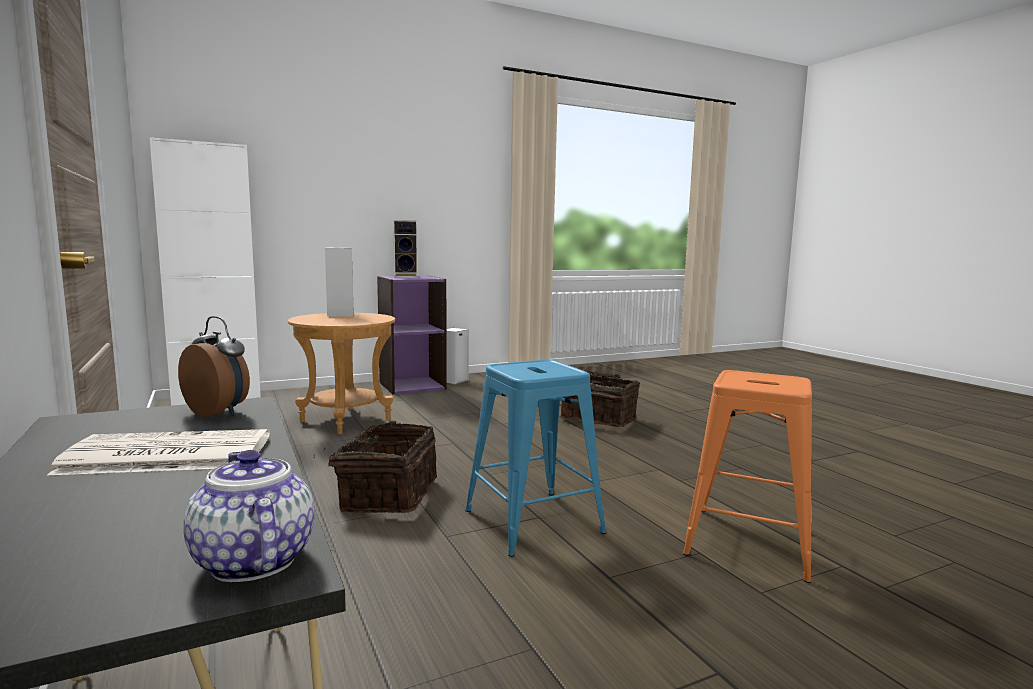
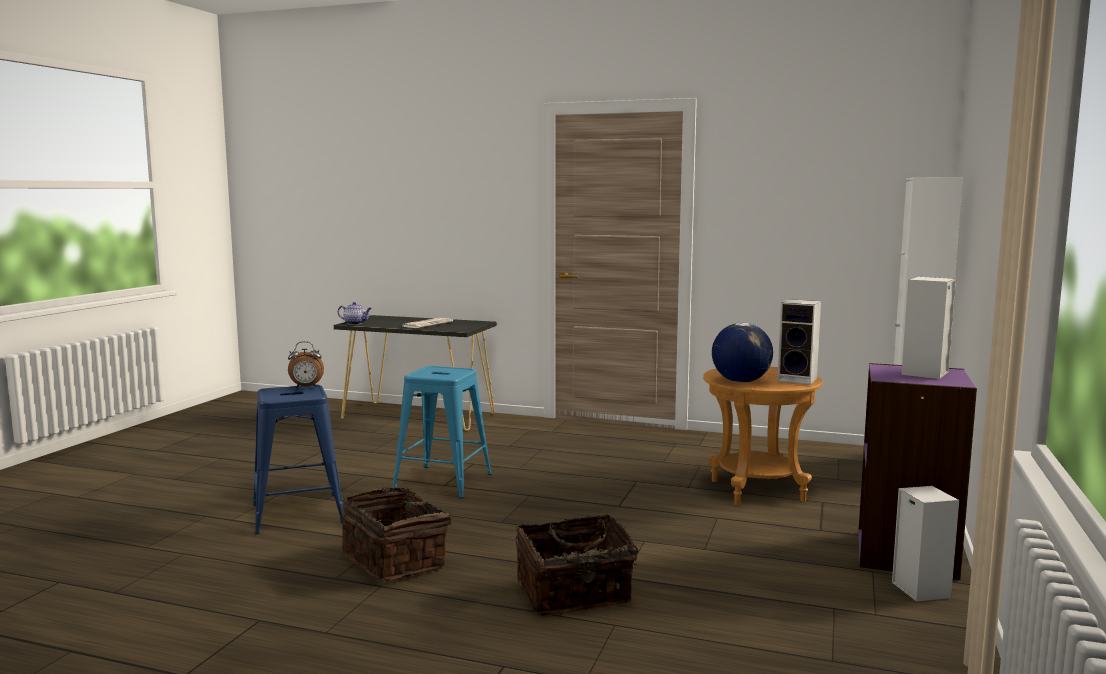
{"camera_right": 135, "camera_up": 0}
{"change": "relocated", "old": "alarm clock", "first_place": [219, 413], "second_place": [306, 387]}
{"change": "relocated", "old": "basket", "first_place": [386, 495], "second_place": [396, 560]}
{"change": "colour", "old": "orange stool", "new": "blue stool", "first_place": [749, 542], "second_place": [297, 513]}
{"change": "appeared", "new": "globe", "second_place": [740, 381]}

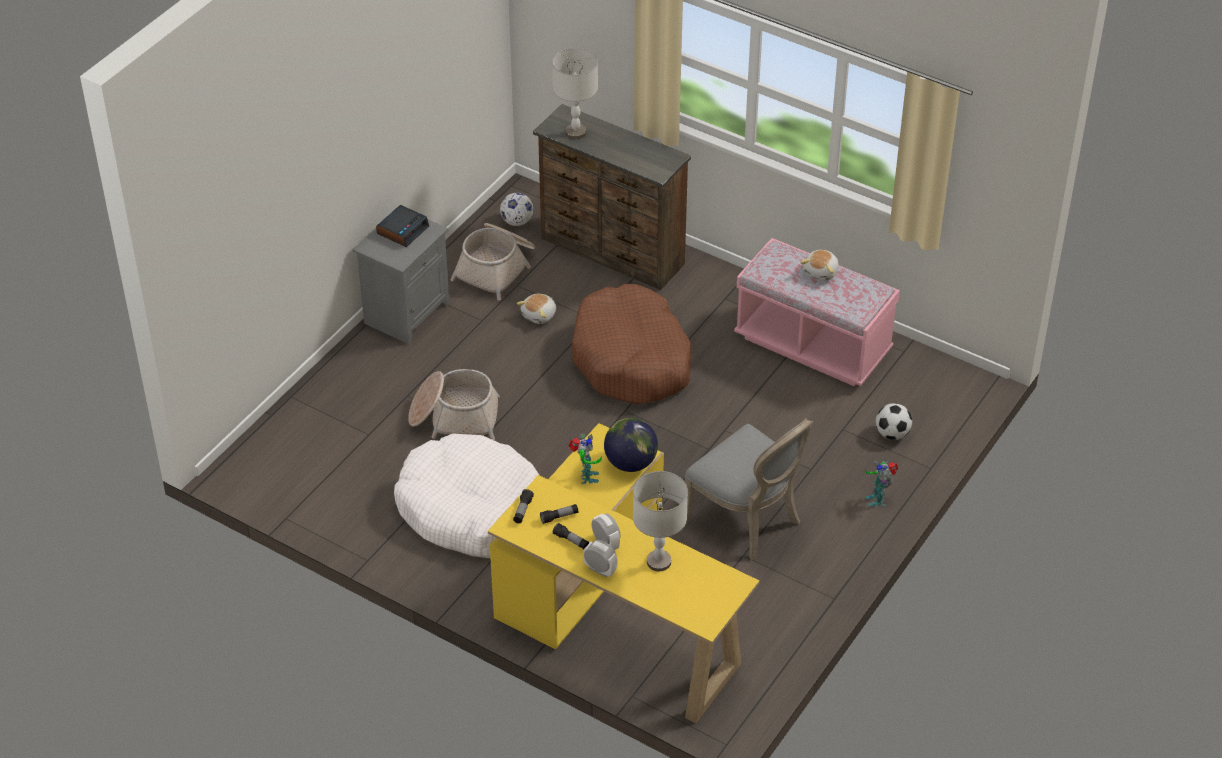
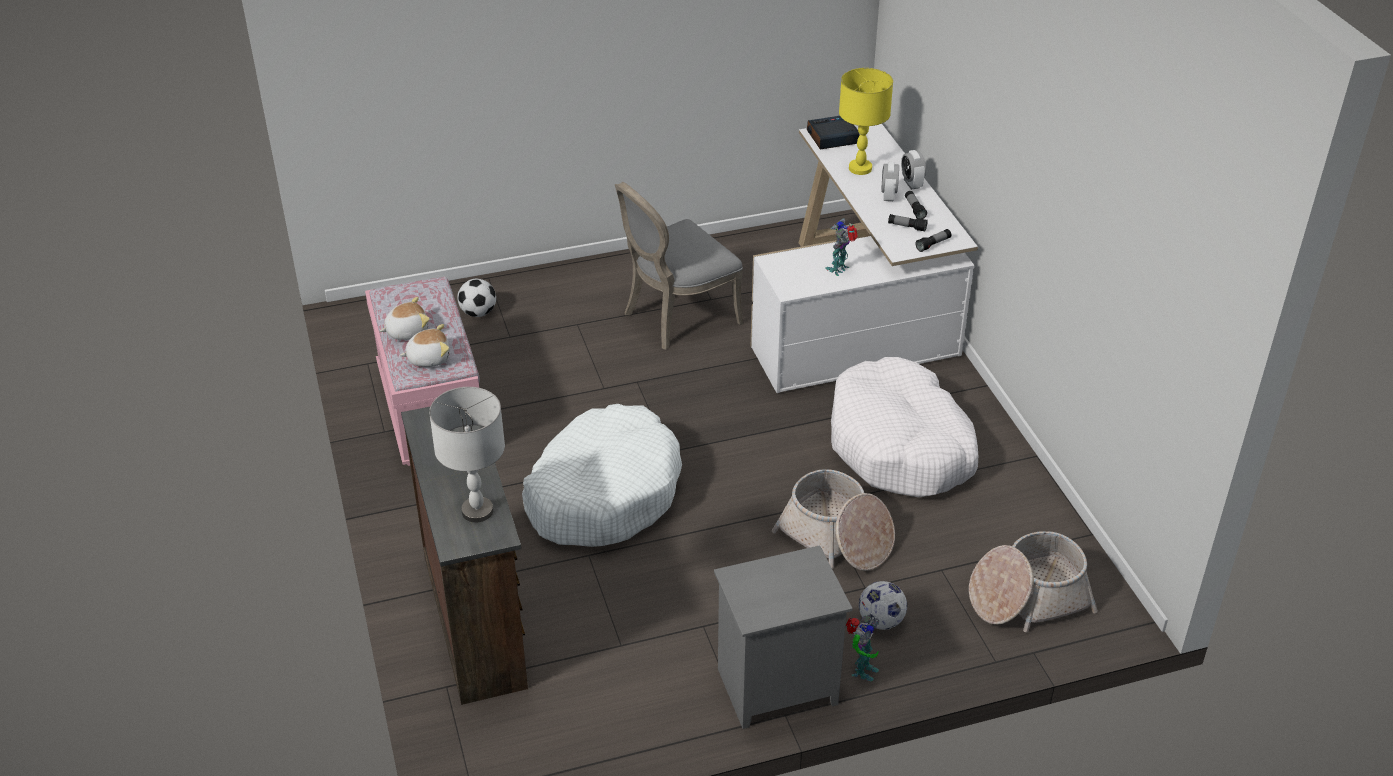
{"camera_right": -140, "camera_up": -5}
{"change": "relocated", "old": "alarm clock", "first_place": [402, 230], "second_place": [832, 138]}
{"change": "relocated", "old": "basket", "first_place": [497, 268], "second_place": [1027, 598]}
{"change": "colour", "old": "yellow desk", "new": "white desk", "first_place": [615, 614], "second_place": [857, 313]}
{"change": "relocated", "old": "football", "first_place": [517, 221], "second_place": [880, 621]}
{"change": "relocated", "old": "plush toy", "first_place": [539, 315], "second_place": [428, 358]}
{"change": "colour", "old": "brown dog bed", "new": "white dog bed", "first_place": [632, 359], "second_place": [603, 493]}
{"change": "missing", "old": "globe", "first_place": [630, 463]}
{"change": "colour", "old": "grey table lamp", "new": "yellow table lamp", "first_place": [658, 561], "second_place": [860, 169]}
{"change": "spun", "old": "grey chair", "first_place": [748, 521], "second_place": [676, 317], "degrees": -120}
{"change": "relocated", "old": "toy robot", "first_place": [877, 499], "second_place": [861, 670]}

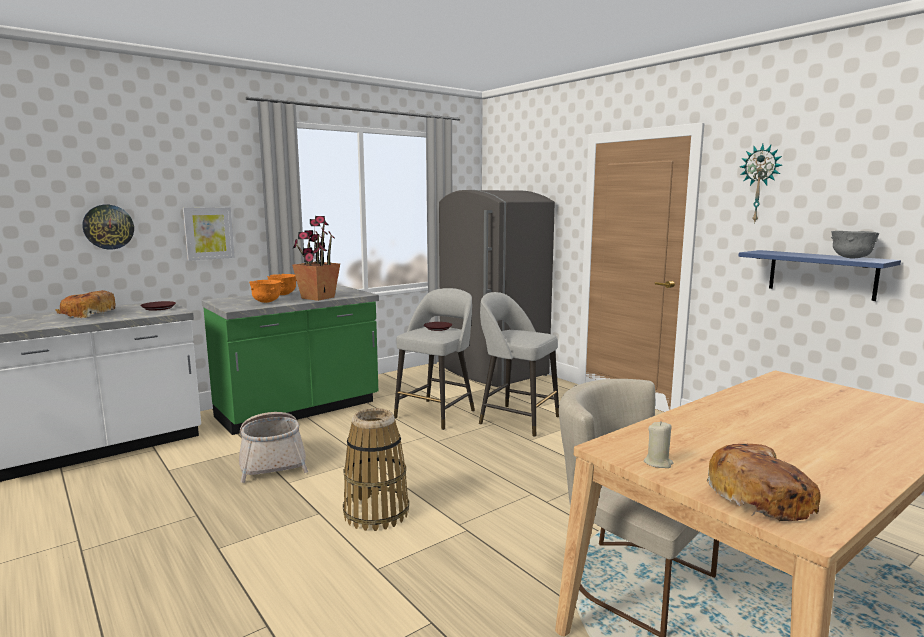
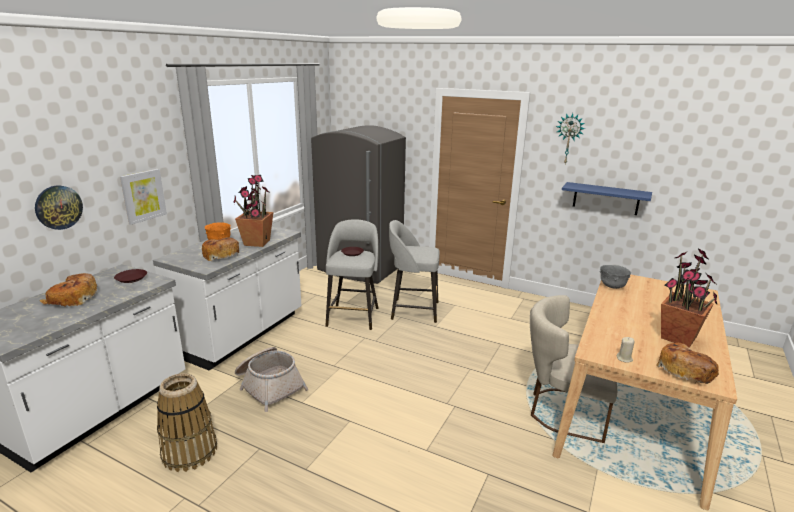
{"camera_right": -25, "camera_up": 10}
{"change": "colour", "old": "green counter", "new": "white counter", "first_place": [299, 410], "second_place": [242, 334]}
{"change": "exchanged", "old": "orange bowl", "new": "bread", "first_place": [266, 302], "second_place": [220, 255]}
{"change": "relocated", "old": "basket", "first_place": [376, 513], "second_place": [190, 452]}
{"change": "relocated", "old": "grey bowl", "first_place": [851, 258], "second_place": [612, 286]}
{"change": "appeared", "new": "potted plant", "second_place": [678, 338]}

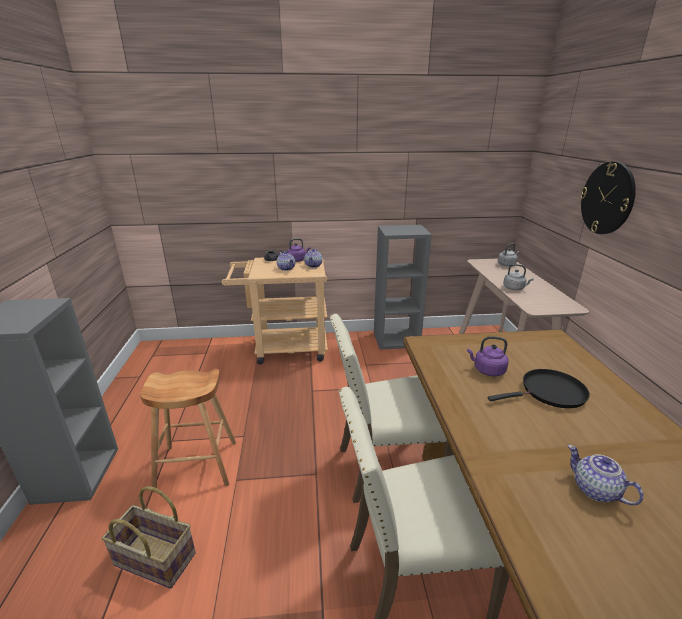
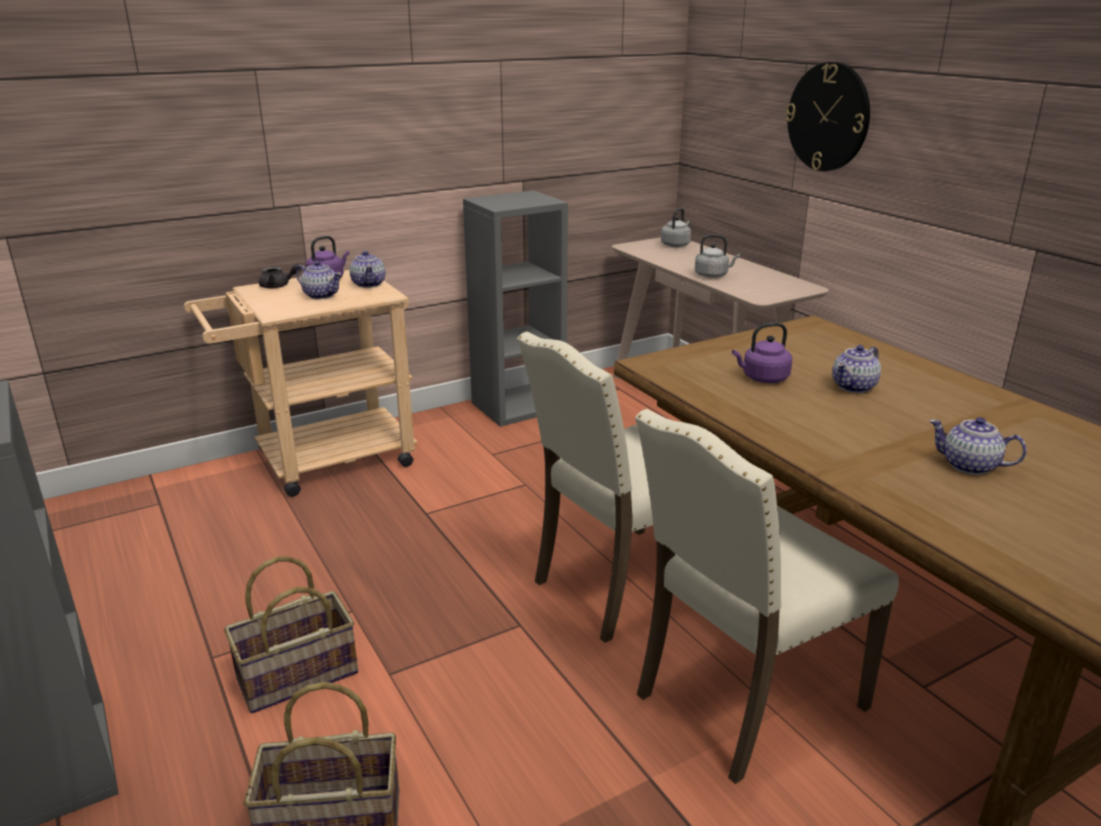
{"camera_right": -25, "camera_up": 0}
{"change": "exchanged", "old": "brown stool", "new": "basket", "first_place": [197, 465], "second_place": [297, 677]}
{"change": "exchanged", "old": "black frying pan", "new": "teapot", "first_place": [549, 392], "second_place": [854, 387]}

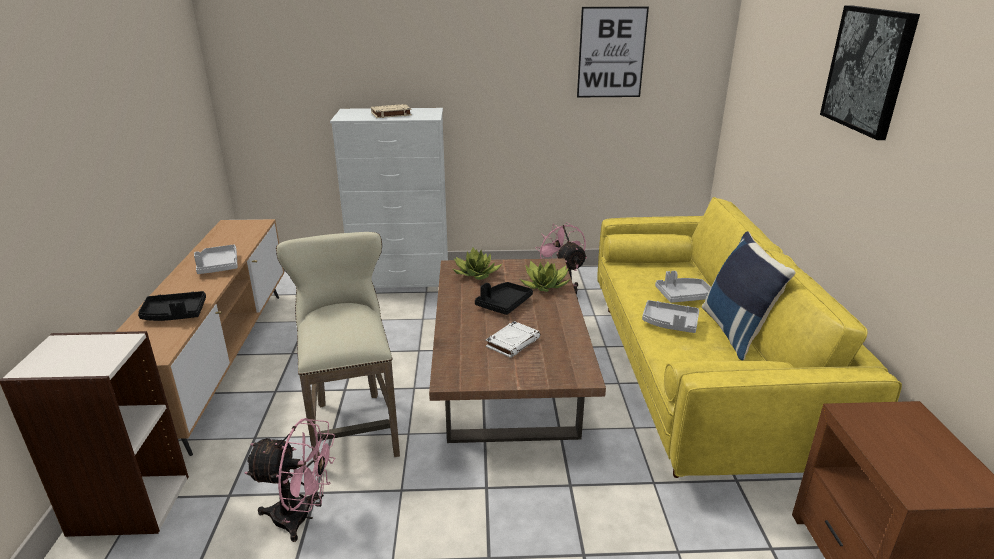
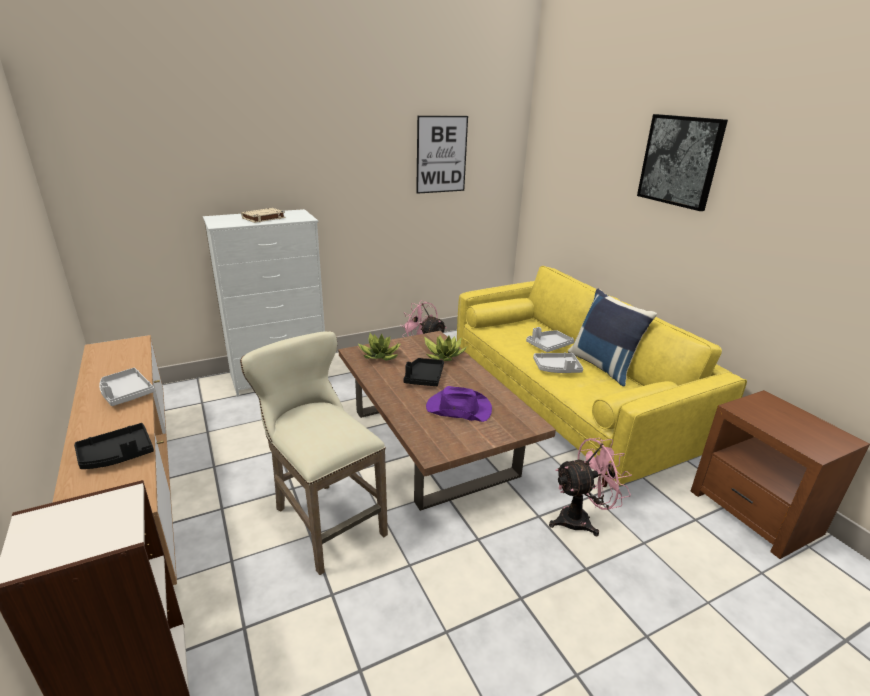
{"camera_right": -25, "camera_up": 0}
{"change": "relocated", "old": "pink fan", "first_place": [301, 517], "second_place": [581, 519]}
{"change": "exchanged", "old": "white book", "new": "purple hat", "first_place": [513, 342], "second_place": [458, 408]}

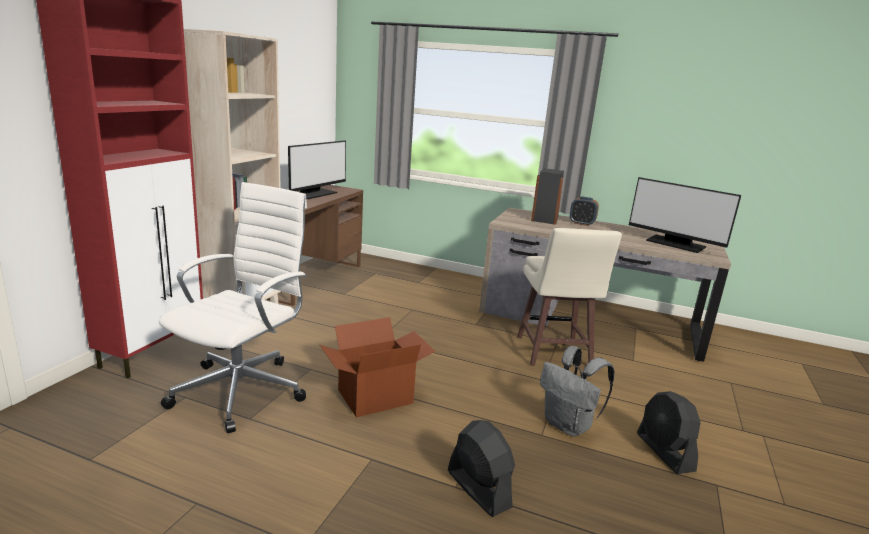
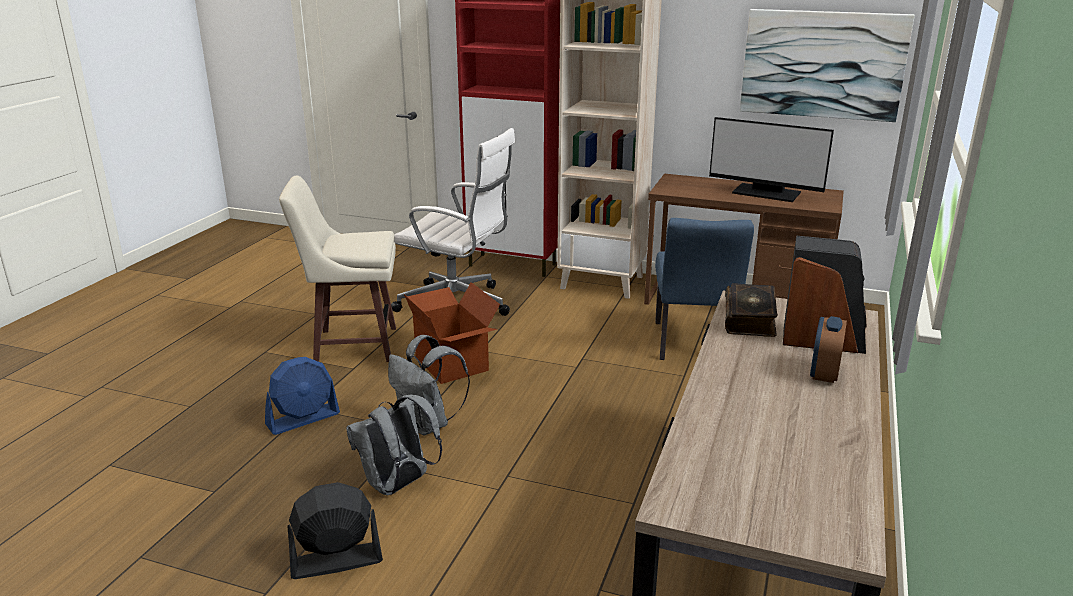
{"camera_right": 90, "camera_up": 5}
{"change": "colour", "old": "black fan", "new": "blue fan", "first_place": [478, 488], "second_place": [303, 419]}
{"change": "relocated", "old": "beige stool", "first_place": [553, 353], "second_place": [352, 345]}
{"change": "missing", "old": "monitor", "first_place": [675, 244]}
{"change": "appeared", "new": "grey backpack", "second_place": [428, 424]}
{"change": "appeared", "new": "blue chair", "second_place": [693, 346]}
{"change": "appeared", "new": "book", "second_place": [750, 319]}
{"change": "appeared", "new": "picture", "second_place": [822, 64]}

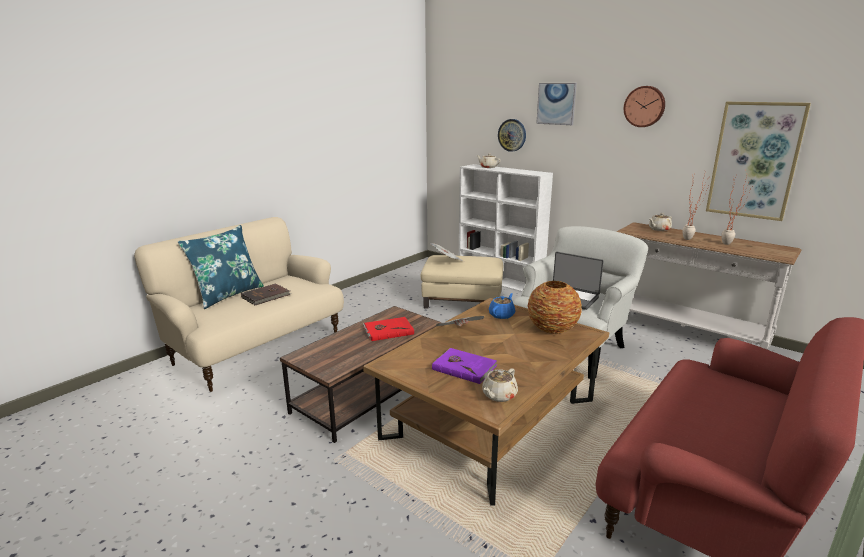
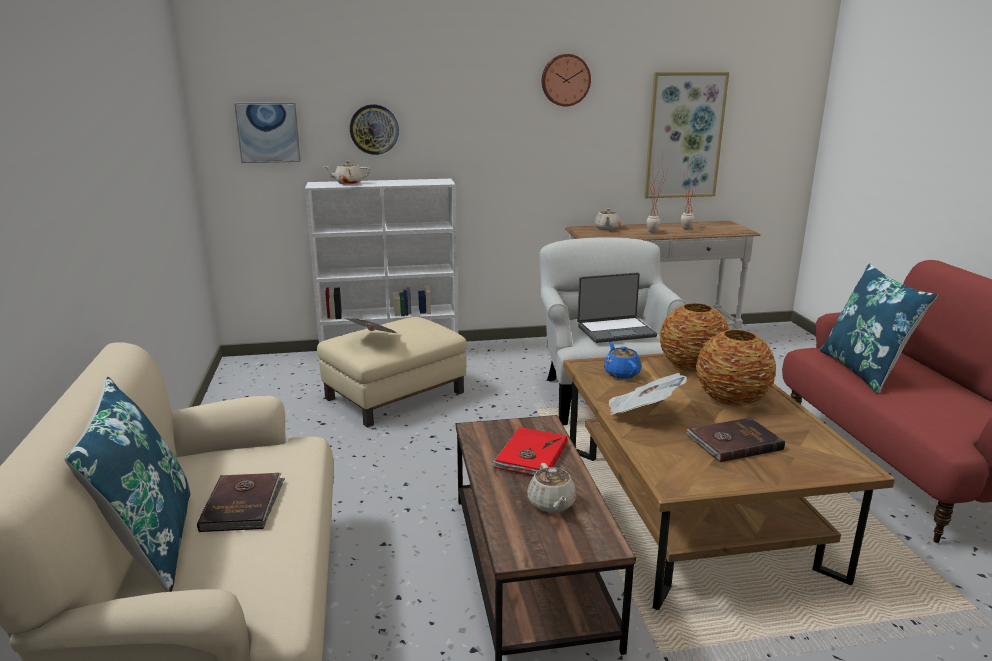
{"camera_right": -50, "camera_up": 0}
{"change": "colour", "old": "purple book", "new": "brown book", "first_place": [464, 367], "second_place": [733, 442]}
{"change": "relocated", "old": "beige teapot", "first_place": [499, 395], "second_place": [551, 504]}
{"change": "relocated", "old": "picture", "first_place": [556, 103], "second_place": [268, 132]}
{"change": "appeared", "new": "vase", "second_place": [731, 399]}
{"change": "appeared", "new": "blue pillow", "second_place": [864, 370]}

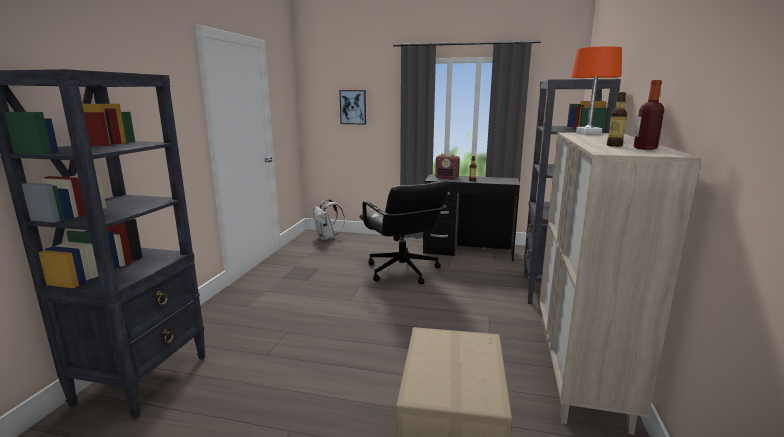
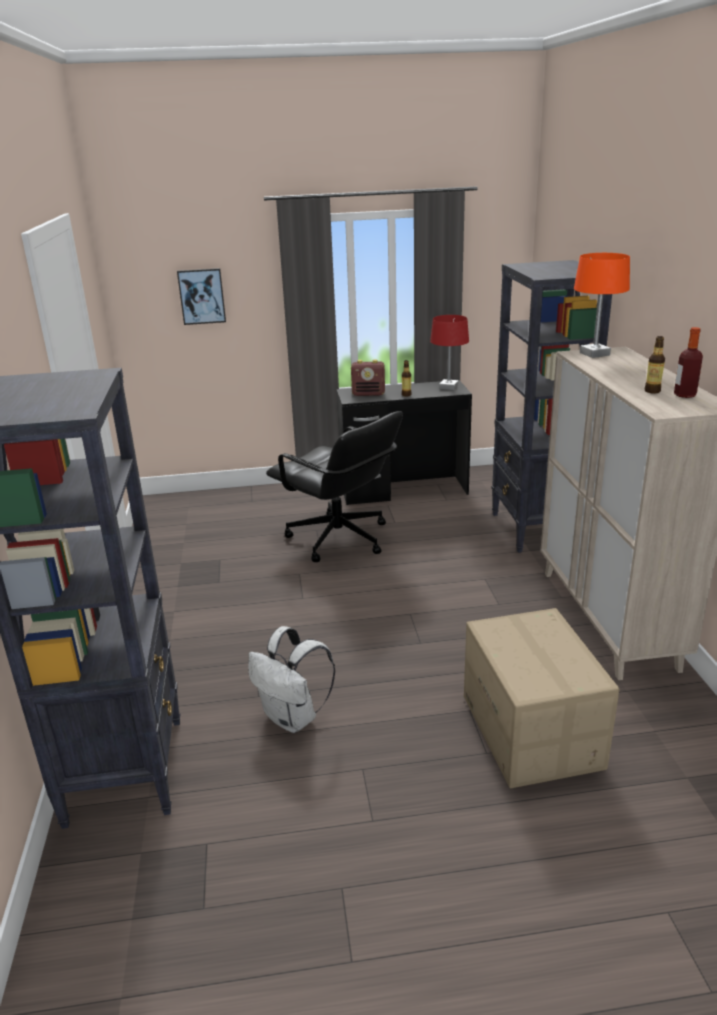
{"camera_right": -20, "camera_up": 10}
{"change": "relocated", "old": "white backpack", "first_place": [327, 238], "second_place": [293, 718]}
{"change": "appeared", "new": "red table lamp", "second_place": [449, 387]}

